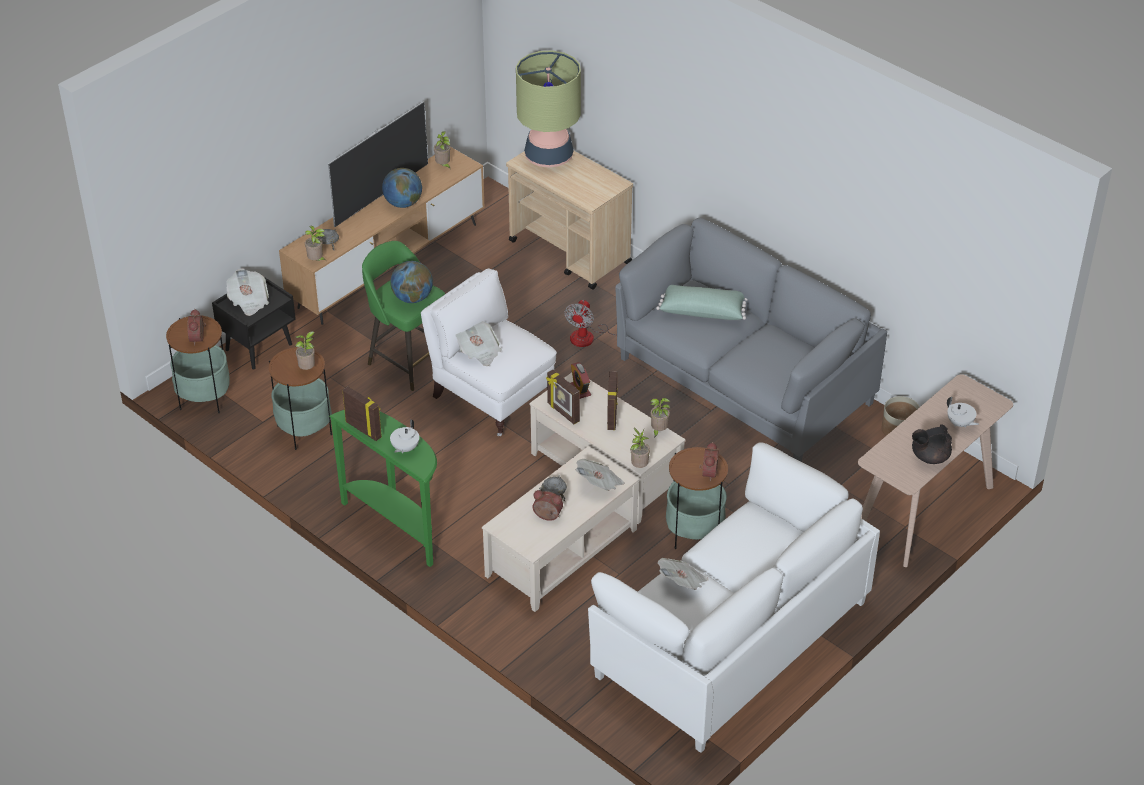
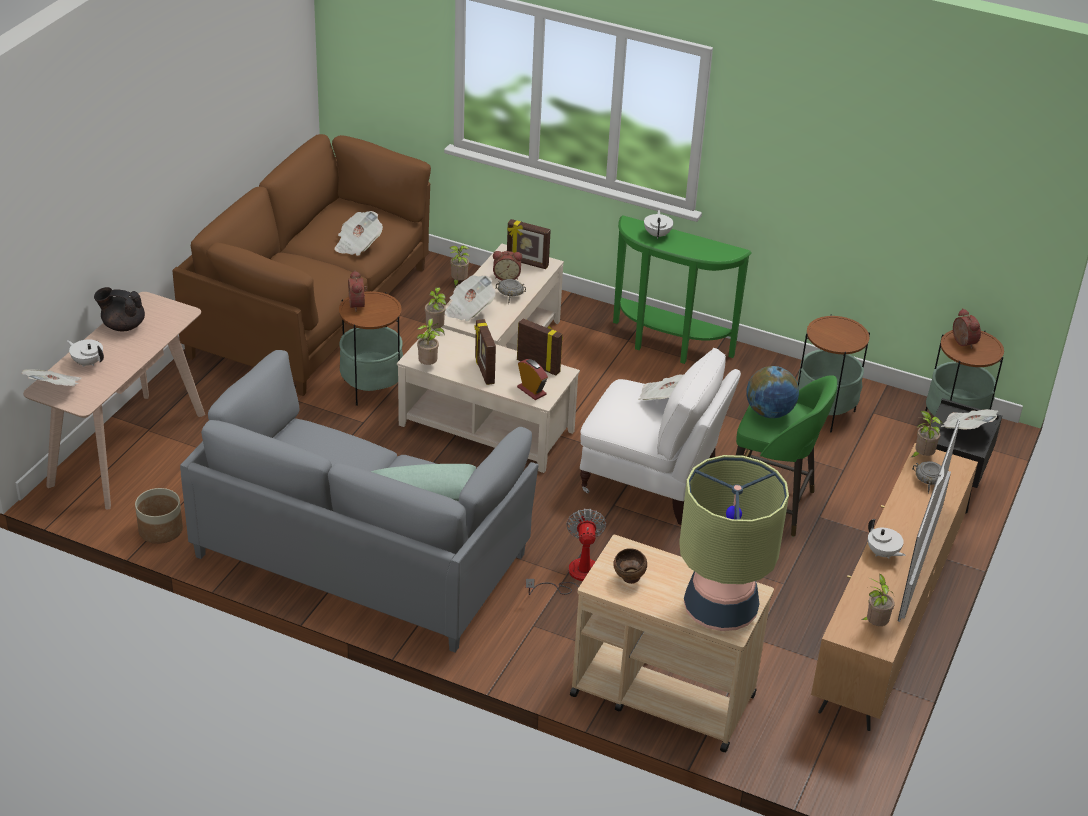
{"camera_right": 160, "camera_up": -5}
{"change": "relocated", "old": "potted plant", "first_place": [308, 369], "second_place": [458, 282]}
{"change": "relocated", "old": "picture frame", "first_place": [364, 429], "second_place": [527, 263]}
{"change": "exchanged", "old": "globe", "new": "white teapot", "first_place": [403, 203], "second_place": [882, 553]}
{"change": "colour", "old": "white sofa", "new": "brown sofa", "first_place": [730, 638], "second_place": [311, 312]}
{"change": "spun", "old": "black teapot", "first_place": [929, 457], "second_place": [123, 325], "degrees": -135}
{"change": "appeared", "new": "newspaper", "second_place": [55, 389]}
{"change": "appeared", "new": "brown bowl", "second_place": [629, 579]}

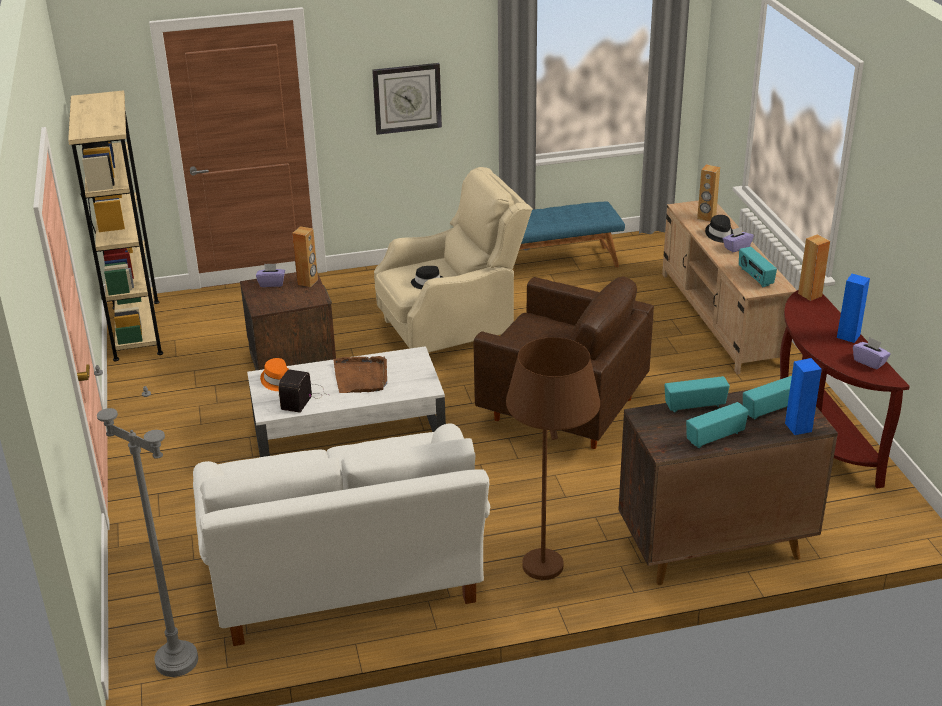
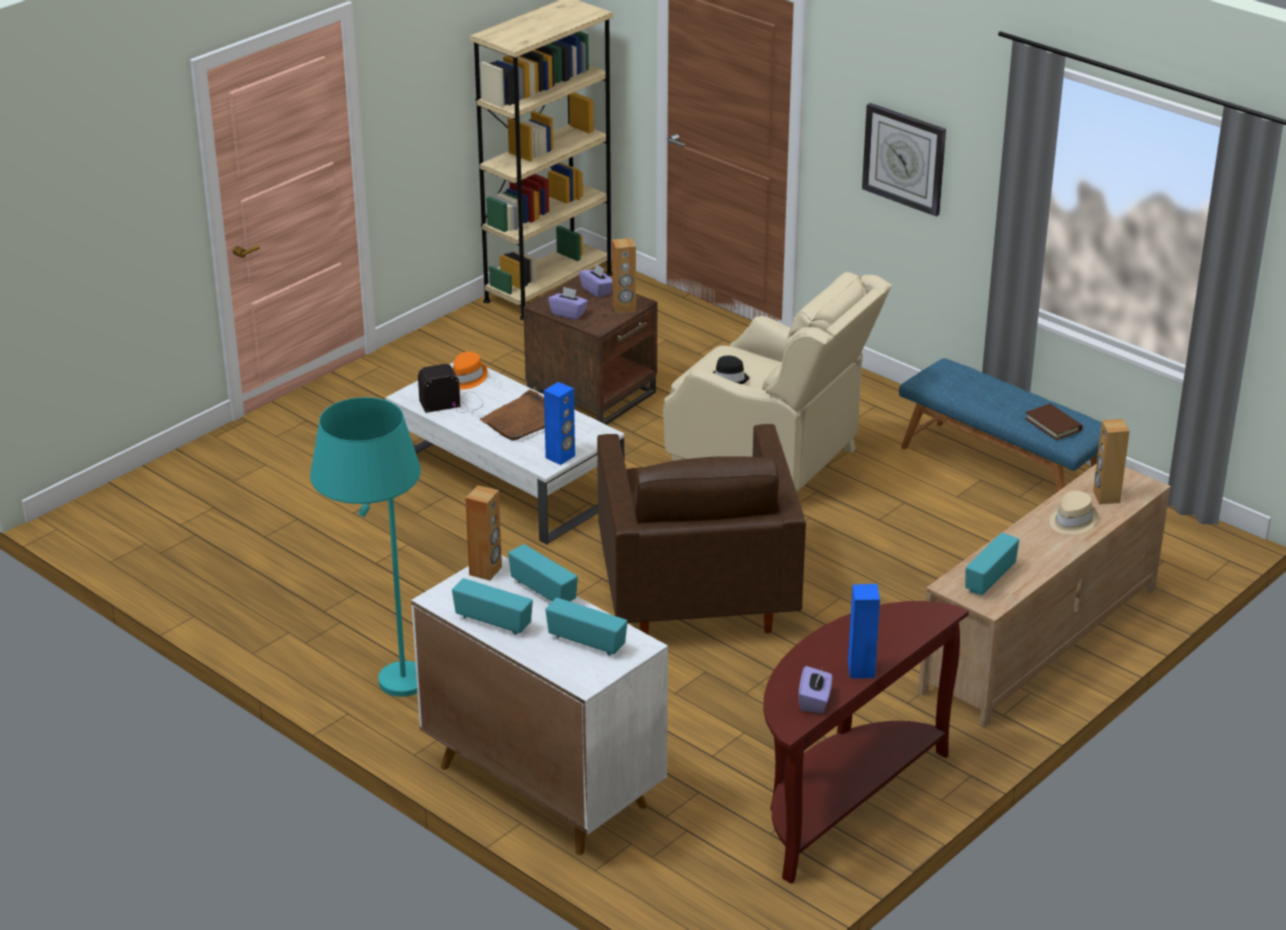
{"camera_right": 55, "camera_up": 0}
{"change": "missing", "old": "grey floor lamp", "first_place": [176, 661]}
{"change": "missing", "old": "white sofa", "first_place": [345, 580]}
{"change": "colour", "old": "brown floor lamp", "new": "turquoise floor lamp", "first_place": [549, 581], "second_place": [382, 694]}
{"change": "colour", "old": "brown cabinet", "new": "white cabinet", "first_place": [713, 547], "second_place": [541, 785]}
{"change": "colour", "old": "black hat", "new": "beige hat", "first_place": [720, 234], "second_place": [1071, 520]}
{"change": "relocated", "old": "purple tissue box", "first_place": [736, 247], "second_place": [568, 313]}
{"change": "relocated", "old": "blue speaker", "first_place": [798, 427], "second_place": [560, 457]}
{"change": "relocated", "old": "brown speaker", "first_place": [810, 294], "second_place": [486, 571]}
{"change": "appeared", "new": "brown book", "second_place": [1053, 424]}

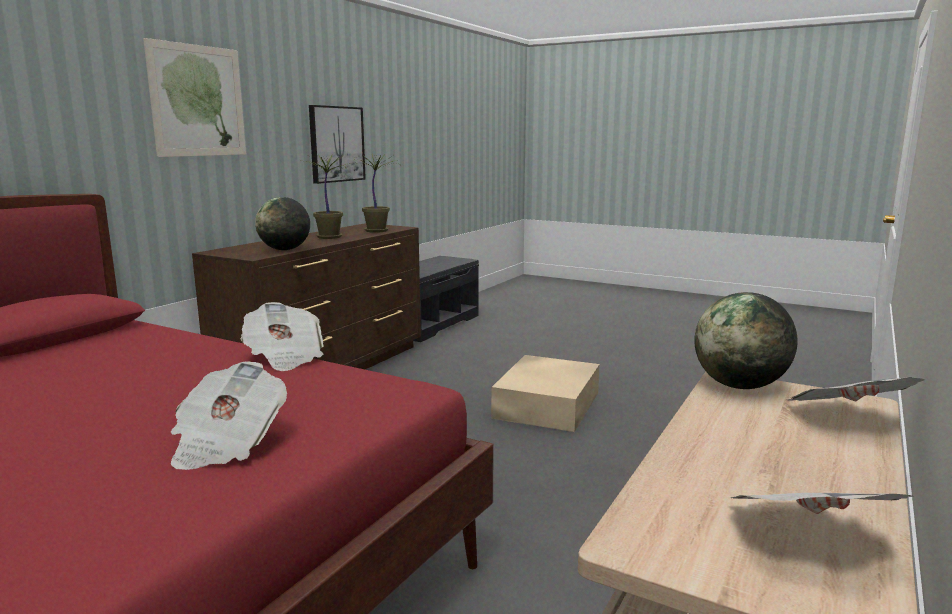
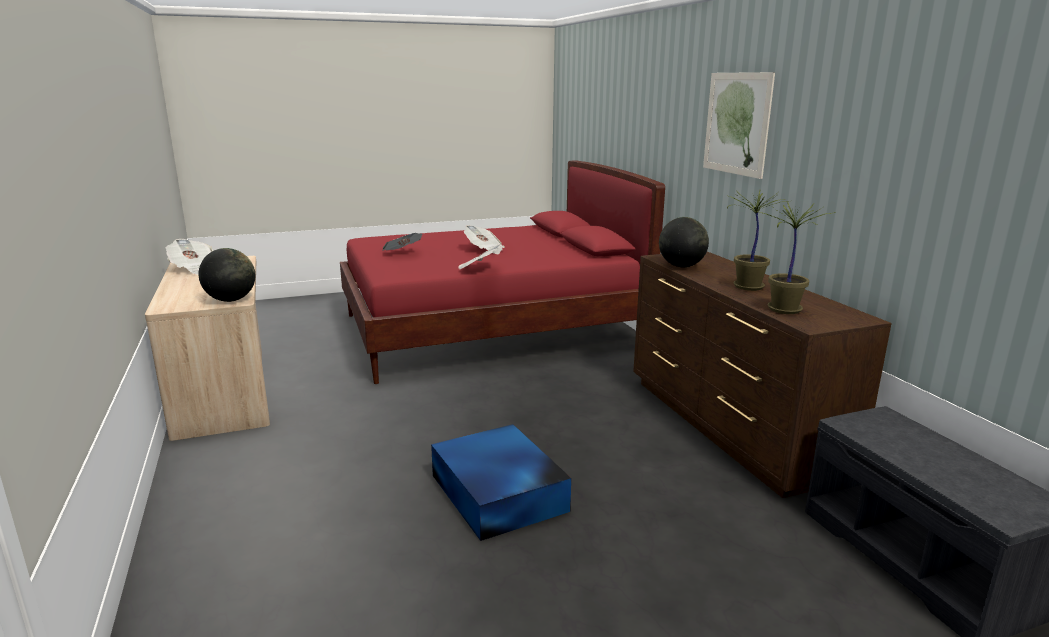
{"camera_right": 130, "camera_up": 5}
{"change": "missing", "old": "picture", "first_place": [336, 144]}
{"change": "colour", "old": "beige storage box", "new": "blue storage box", "first_place": [548, 404], "second_place": [498, 494]}
{"change": "relocated", "old": "newspaper", "first_place": [846, 419], "second_place": [484, 250]}

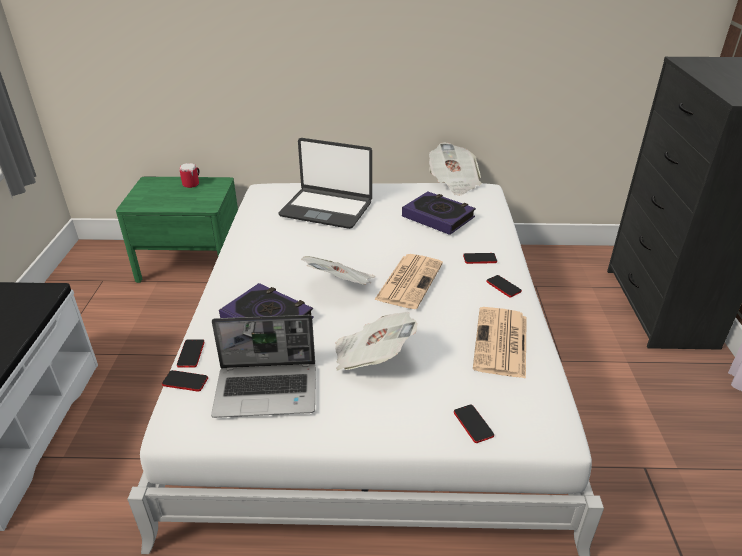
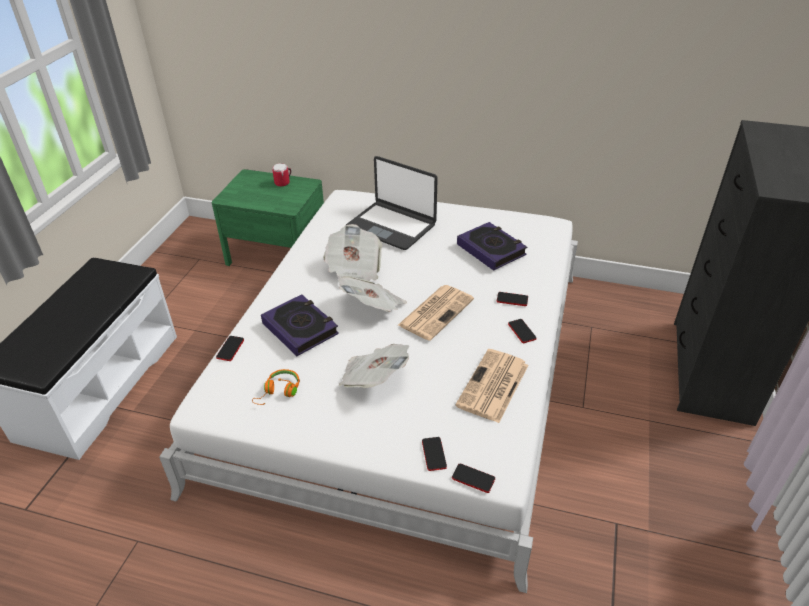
{"camera_right": 15, "camera_up": 5}
{"change": "relocated", "old": "phone", "first_place": [185, 381], "second_place": [473, 478]}
{"change": "exchanged", "old": "laptop", "new": "orange headphones", "first_place": [267, 390], "second_place": [279, 392]}
{"change": "relocated", "old": "newspaper", "first_place": [454, 182], "second_place": [353, 271]}

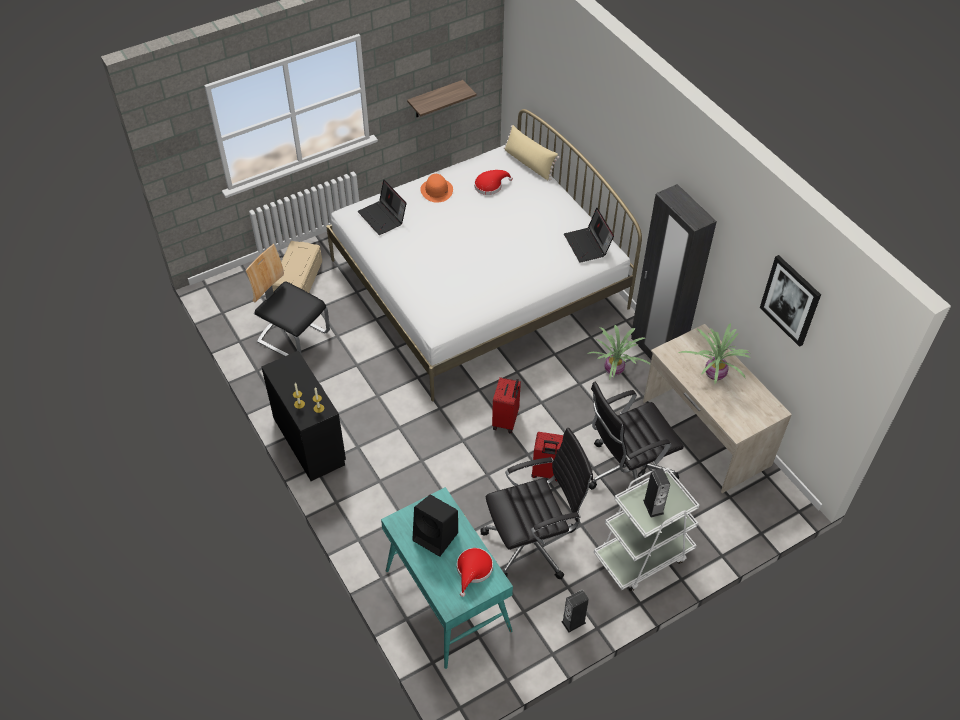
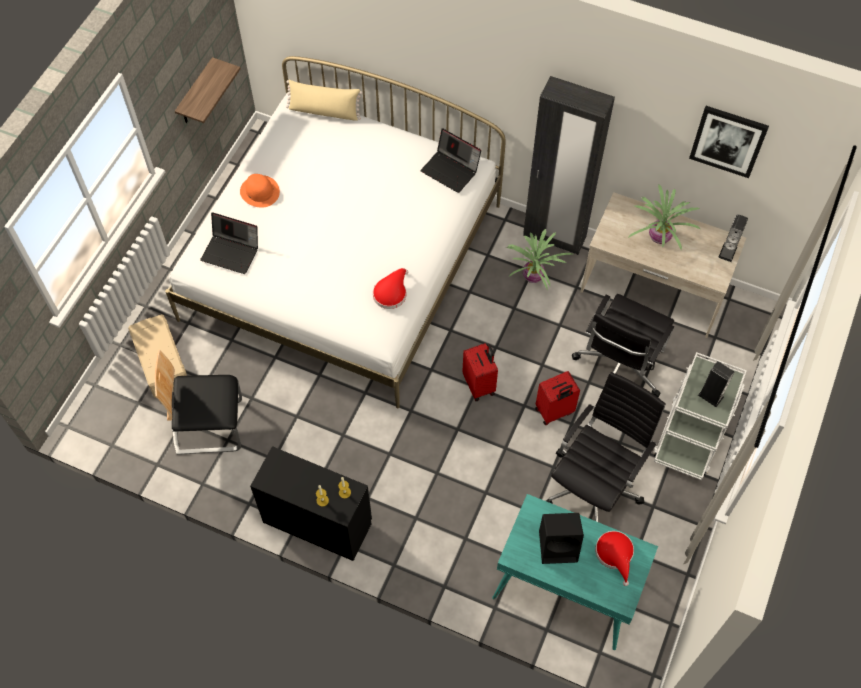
{"camera_right": -35, "camera_up": 10}
{"change": "relocated", "old": "red hat", "first_place": [490, 185], "second_place": [391, 292]}
{"change": "relocated", "old": "speaker", "first_place": [573, 622], "second_place": [727, 252]}

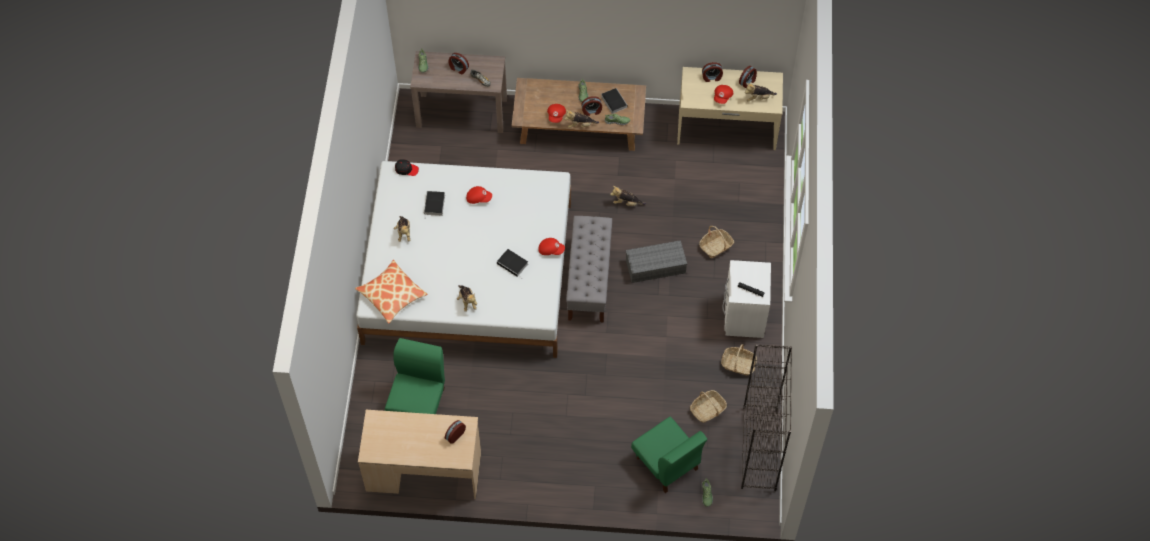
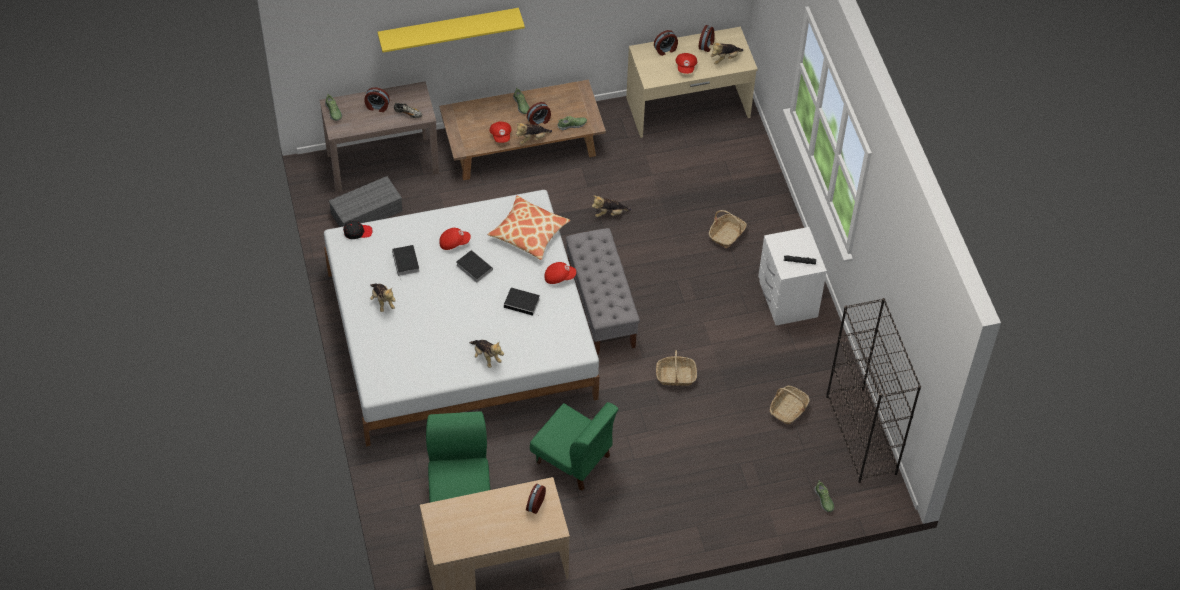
{"camera_right": -20, "camera_up": -5}
{"change": "relocated", "old": "pillow", "first_place": [392, 295], "second_place": [528, 233]}
{"change": "relocated", "old": "book", "first_place": [613, 101], "second_place": [473, 267]}
{"change": "relocated", "old": "grey storage box", "first_place": [656, 265], "second_place": [367, 211]}
{"change": "relocated", "old": "green chair", "first_place": [667, 464], "second_place": [573, 459]}
{"change": "relocated", "old": "basket", "first_place": [738, 364], "second_place": [675, 376]}
{"change": "appeared", "new": "yellow shelf", "second_place": [448, 28]}

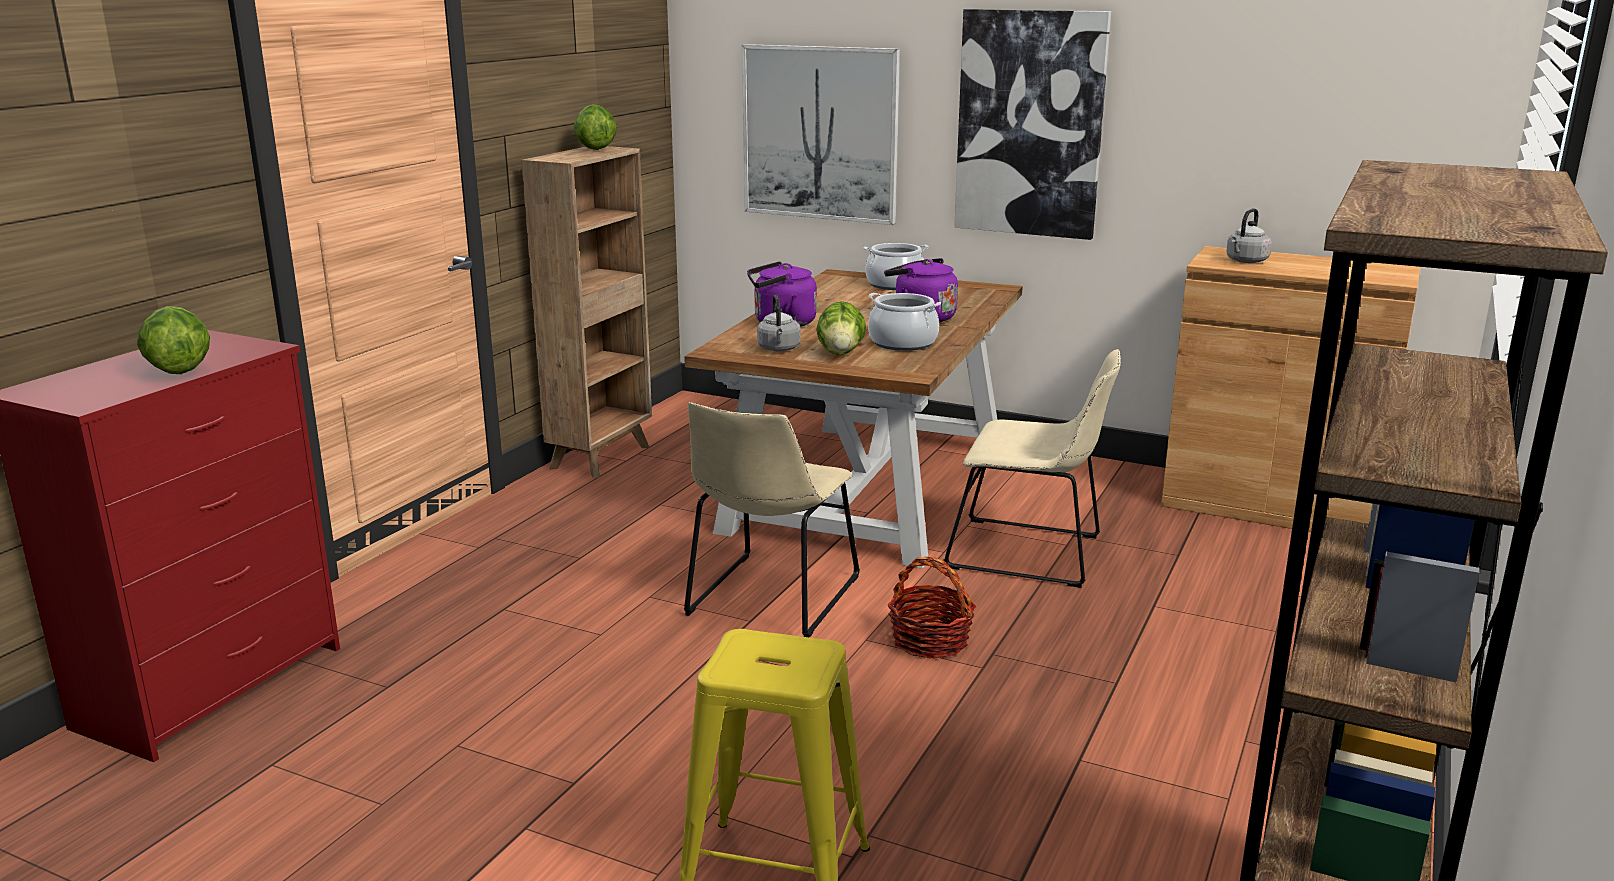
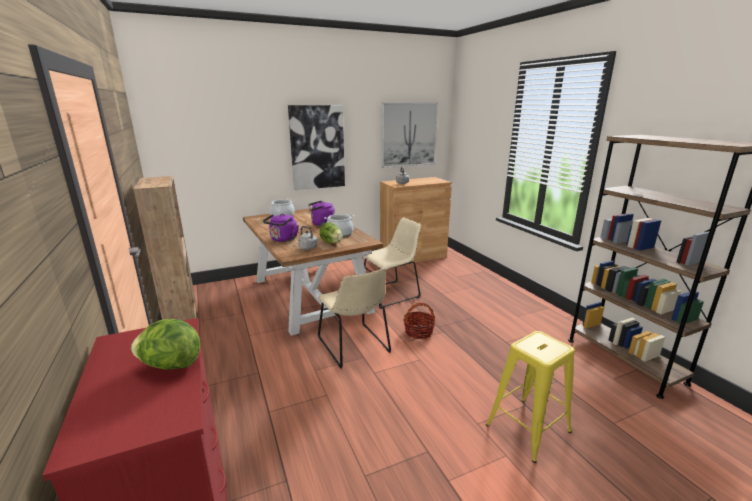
{"camera_right": -50, "camera_up": 0}
{"change": "missing", "old": "lettuce", "first_place": [595, 149]}
{"change": "relocated", "old": "picture", "first_place": [820, 133], "second_place": [409, 134]}

